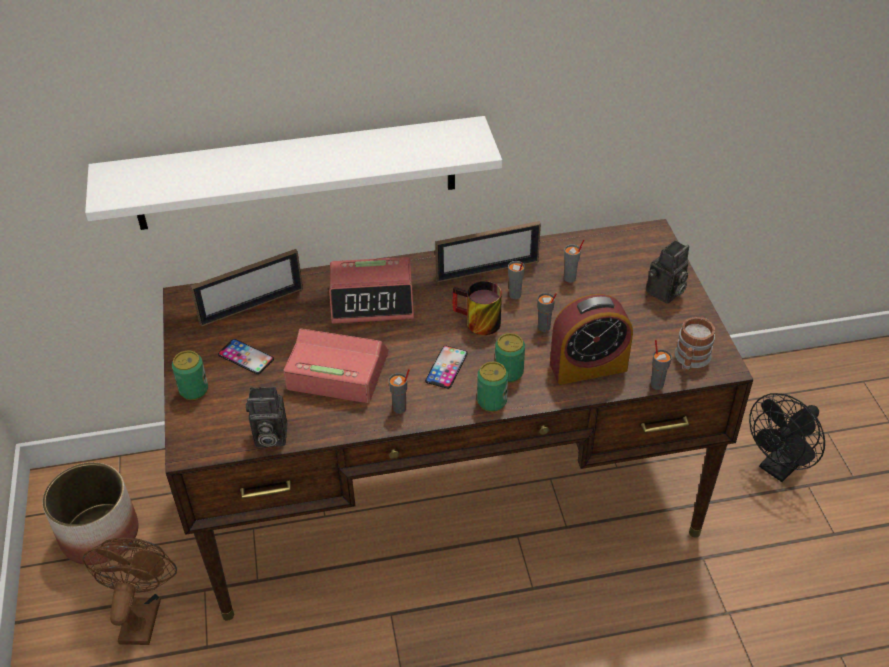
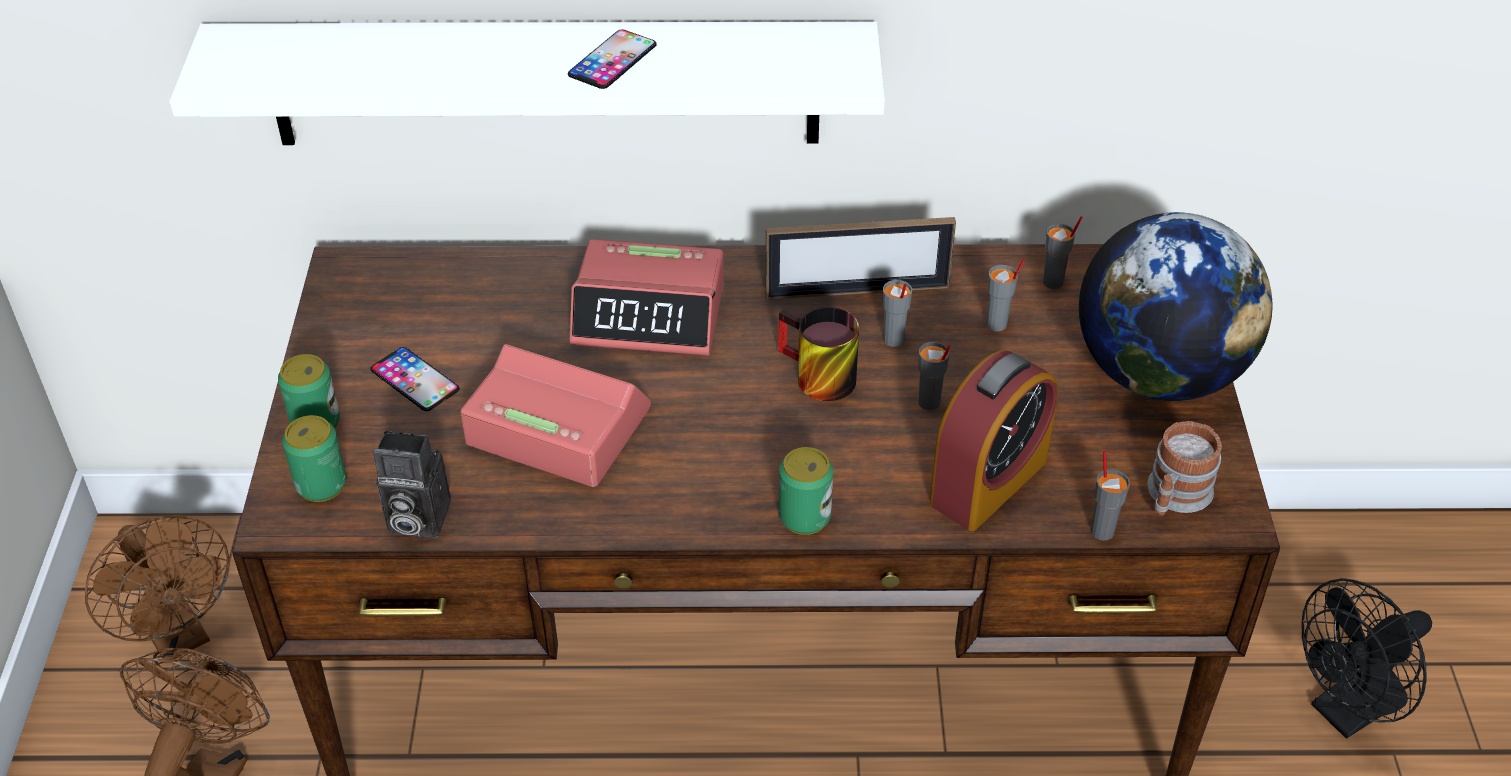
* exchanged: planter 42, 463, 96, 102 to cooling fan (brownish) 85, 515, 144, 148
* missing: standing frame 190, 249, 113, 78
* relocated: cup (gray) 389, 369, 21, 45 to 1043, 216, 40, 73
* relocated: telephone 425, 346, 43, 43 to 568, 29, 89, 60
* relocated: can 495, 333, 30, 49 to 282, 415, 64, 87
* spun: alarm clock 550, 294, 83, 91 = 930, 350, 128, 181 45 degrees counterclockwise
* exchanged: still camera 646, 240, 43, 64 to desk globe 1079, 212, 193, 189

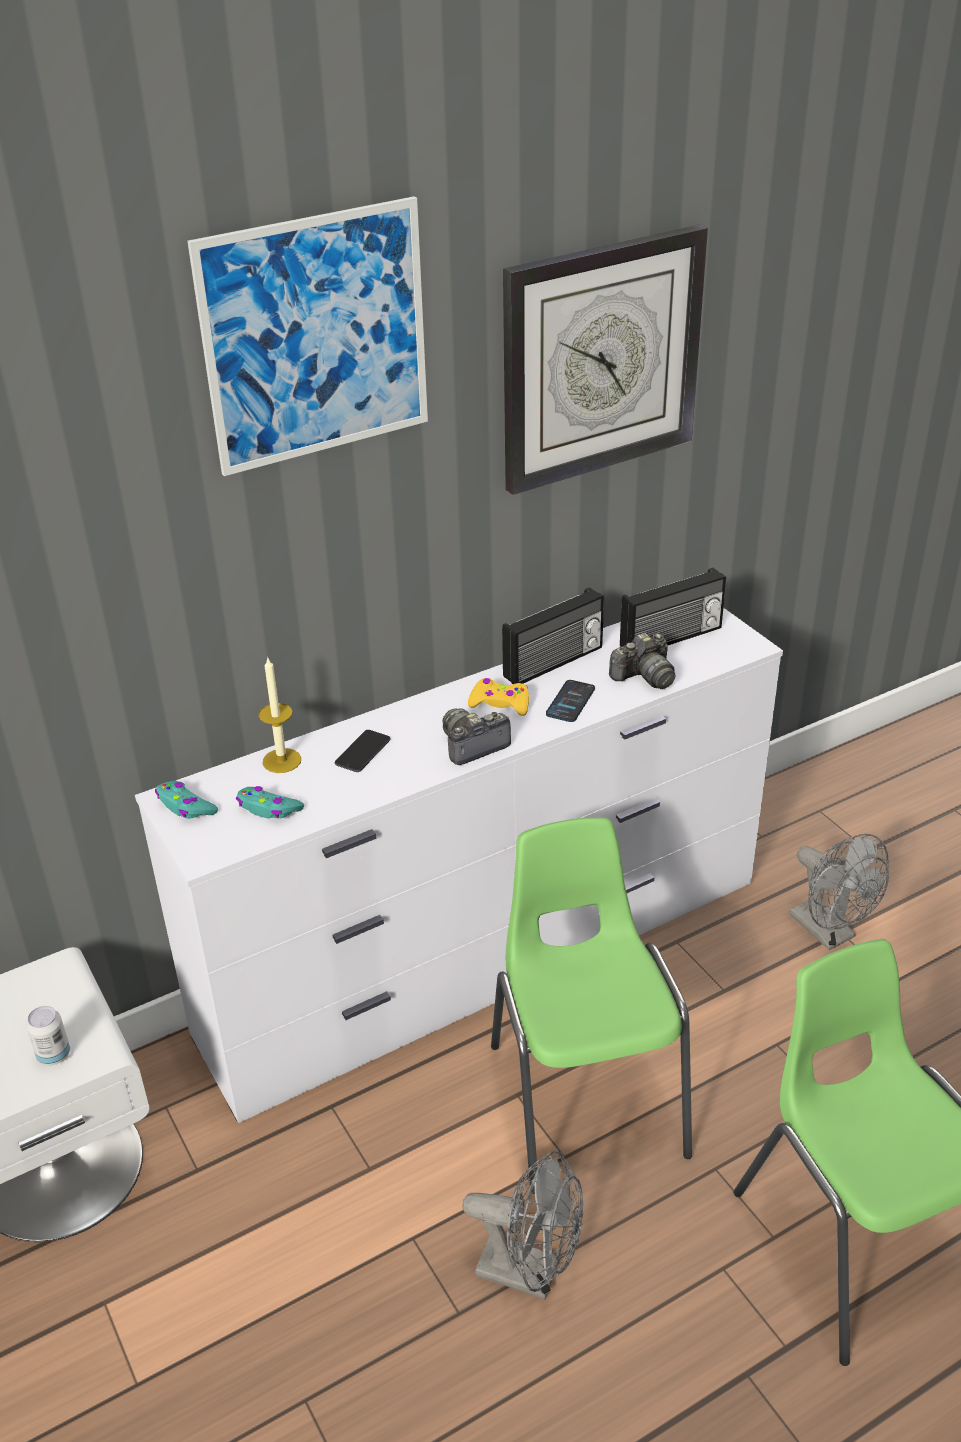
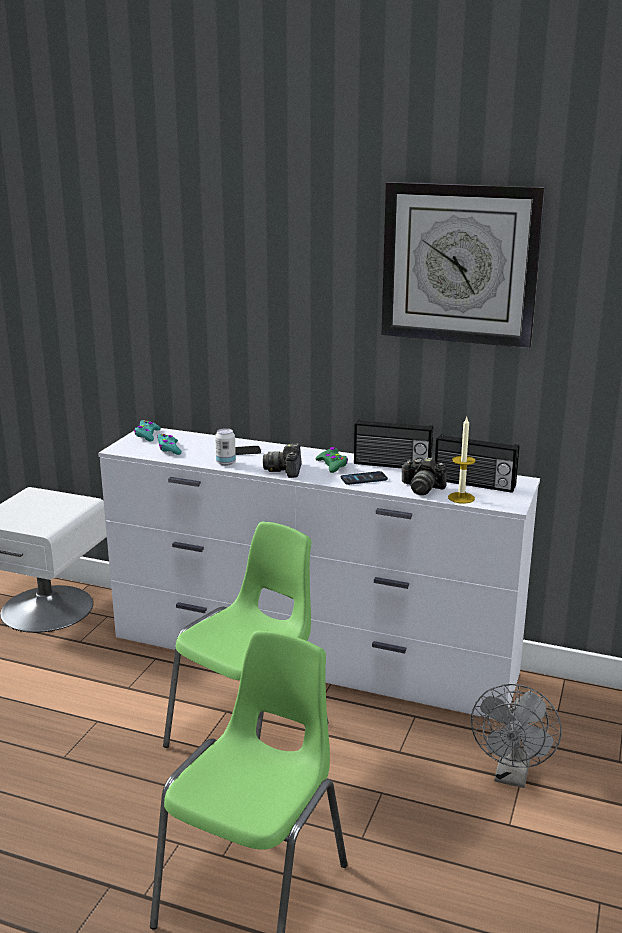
* relocated: can 26, 1006, 44, 59 to 215, 428, 21, 38
* missing: wall art 187, 196, 241, 280
* relocated: candle 259, 658, 42, 115 to 448, 417, 28, 87
* spun: still camera 443, 708, 68, 57 = 263, 443, 39, 35 105 degrees counterclockwise
* missing: cooling fan (gray) 463, 1150, 120, 149
* colour: joypad (yellow) 468, 678, 61, 38 to joypad (green-coloured) 316, 447, 32, 26

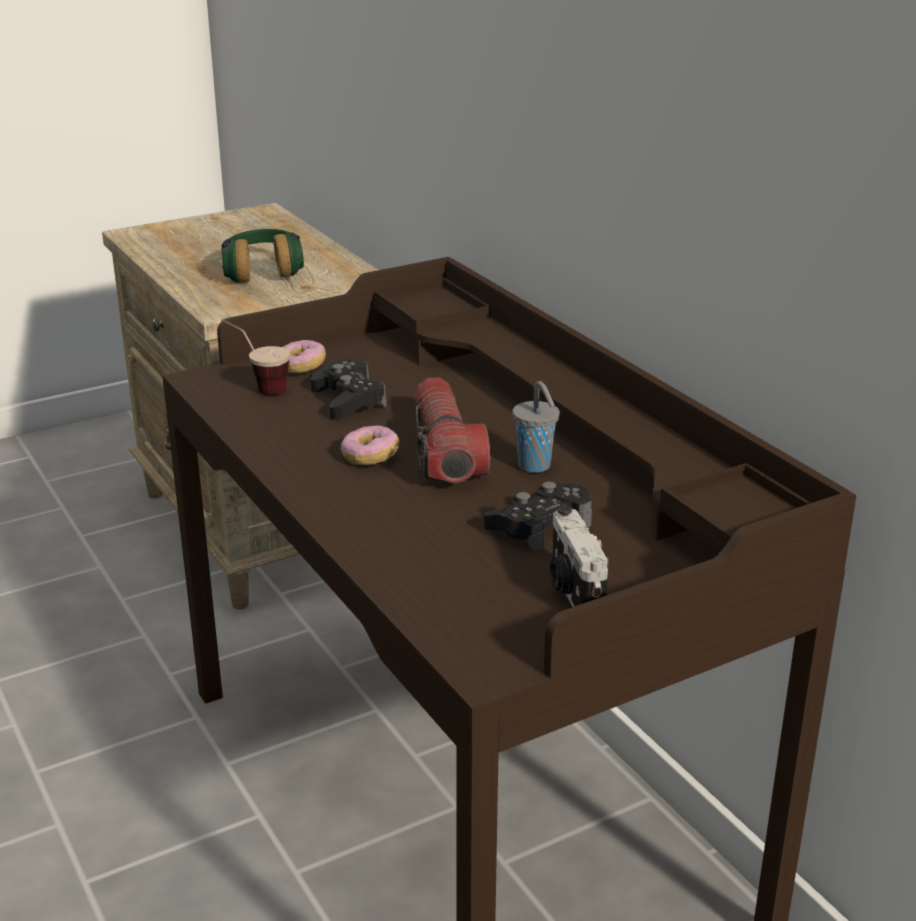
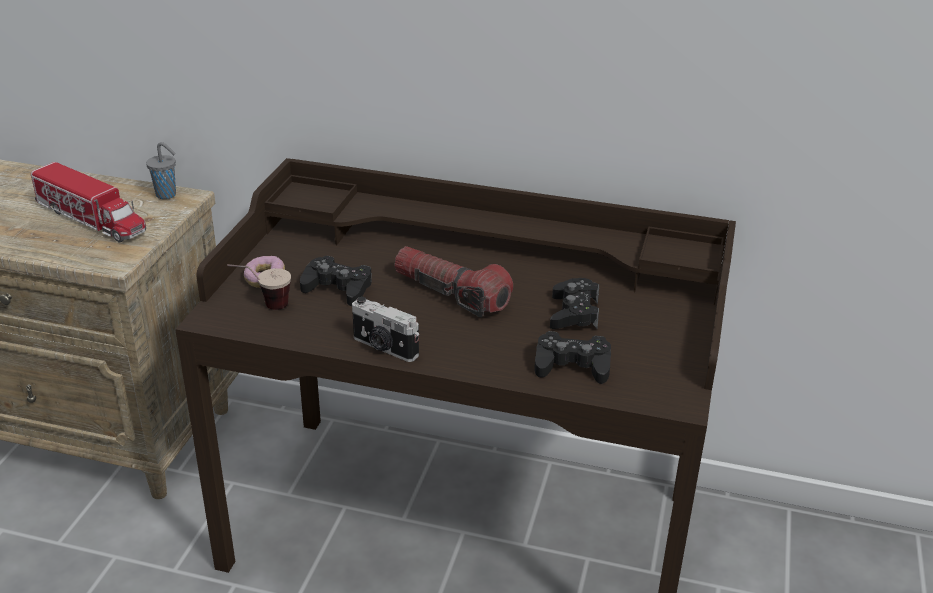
* exchanged: headphones 222, 229, 82, 54 to toy lorry 31, 162, 115, 80
* missing: ring doughnut 341, 426, 58, 39
* relocated: cup (gray) 512, 381, 47, 92 to 146, 142, 30, 57
* relocated: still camera 550, 506, 59, 101 to 352, 297, 67, 65
* appeared: joypad (blackish) 534, 331, 77, 53

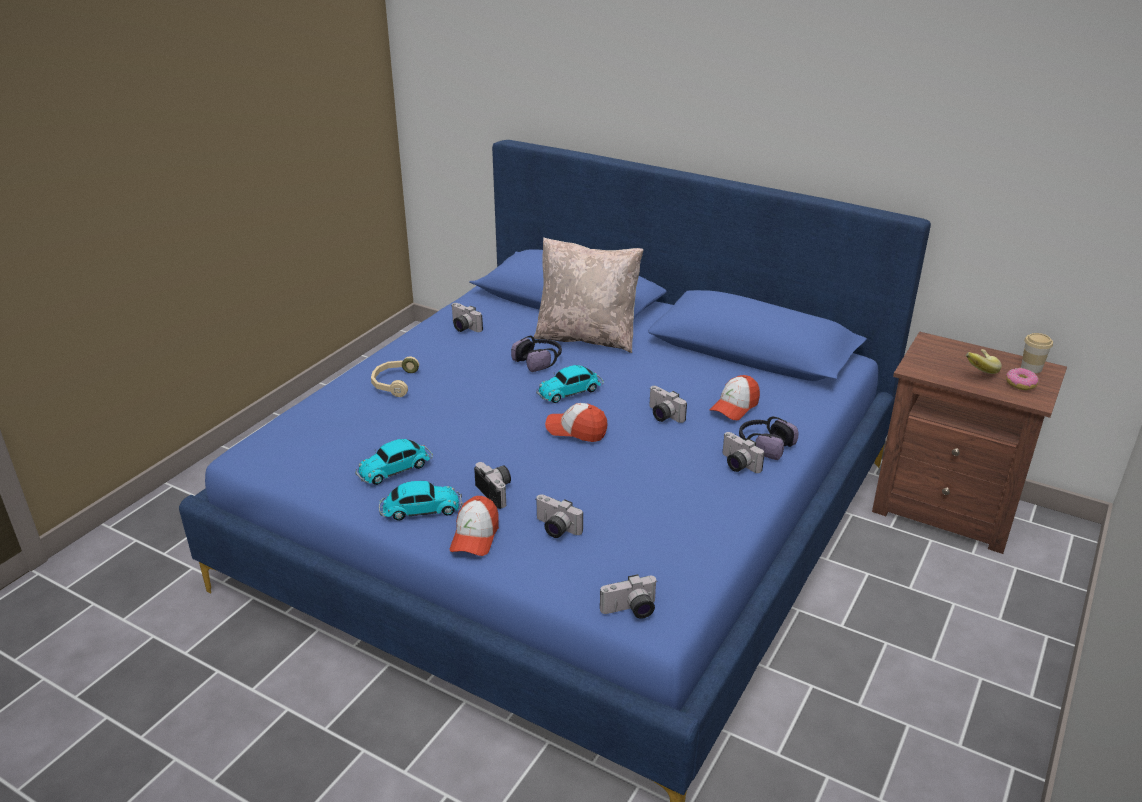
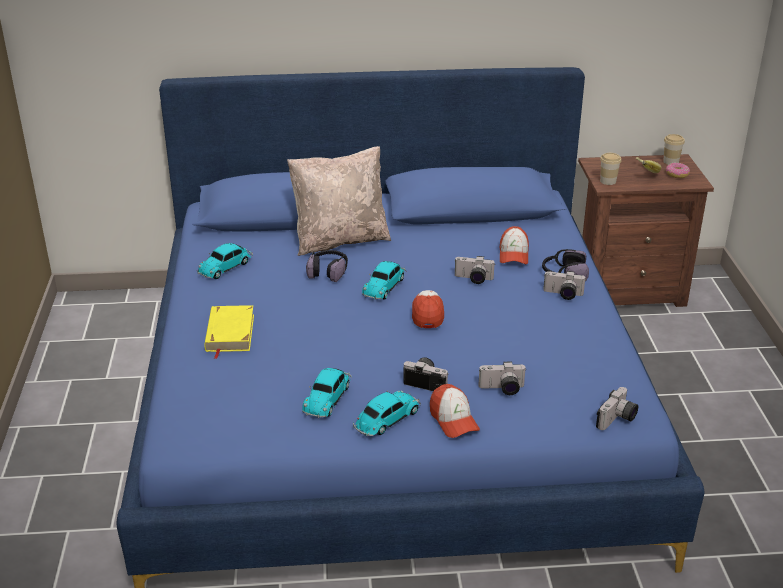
* exchanged: headphones (beige) 371, 357, 48, 40 to bound book (yellow) 204, 305, 50, 54
* exchanged: still camera 452, 303, 31, 29 to miniature car 197, 243, 56, 36
* spun: cap 545, 403, 63, 39 = 412, 290, 32, 38 105 degrees clockwise
* appeared: cup 600, 153, 22, 32

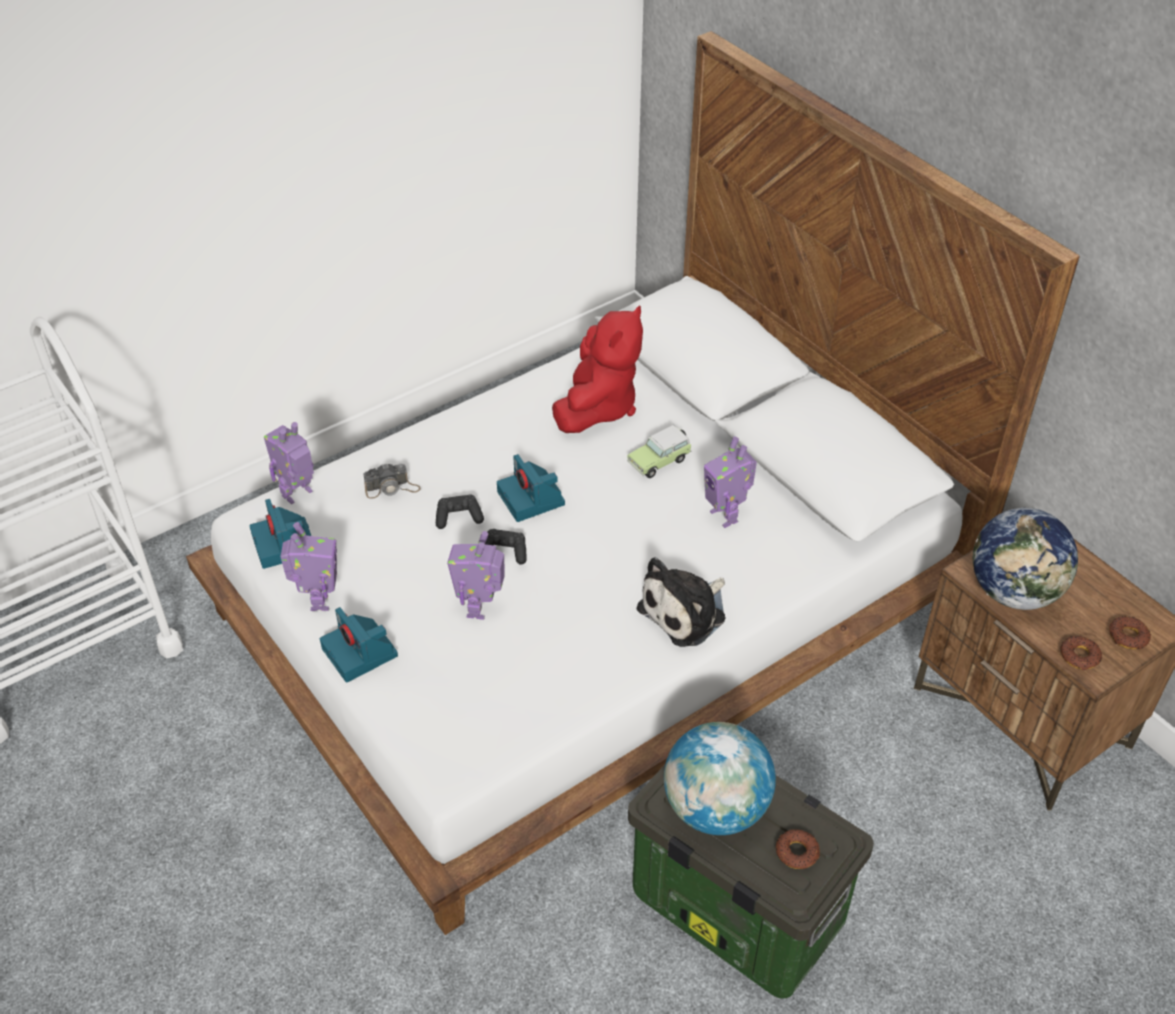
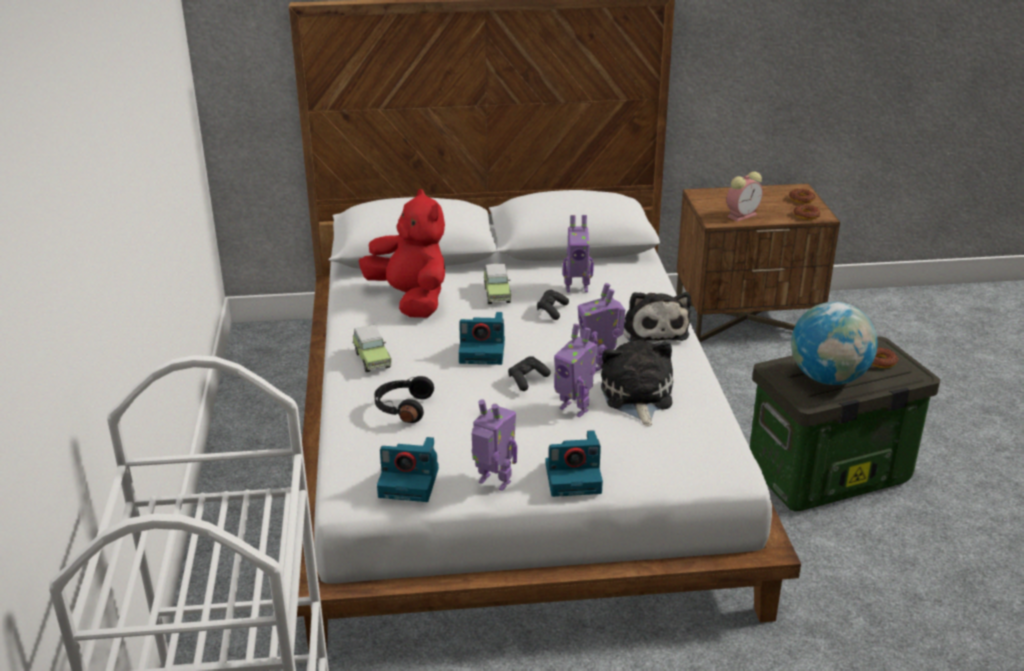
* relocated: robot figure 264, 422, 50, 82 to 578, 283, 47, 88
* exchanged: still camera 363, 463, 57, 36 to headphones (blackish) 374, 376, 60, 47
* relocated: joypad (blackish) 436, 494, 48, 35 to 537, 290, 32, 30
* exchanged: desk globe 973, 508, 105, 102 to alarm clock 727, 172, 36, 50
* appeared: miniature car 353, 325, 38, 47
* appeared: soft toy 601, 340, 72, 86

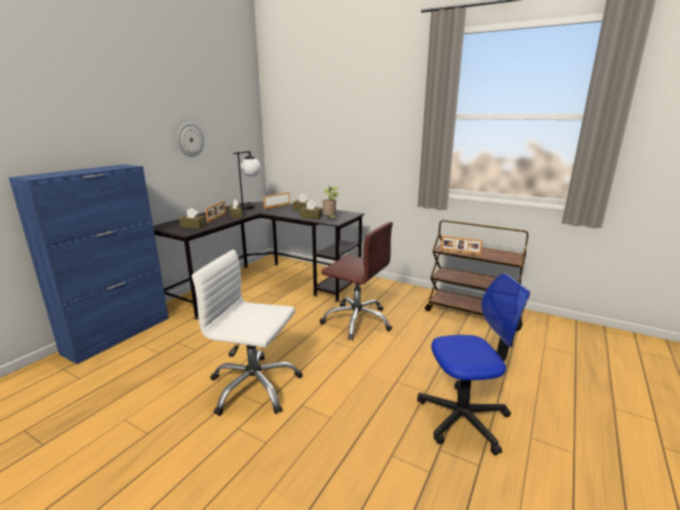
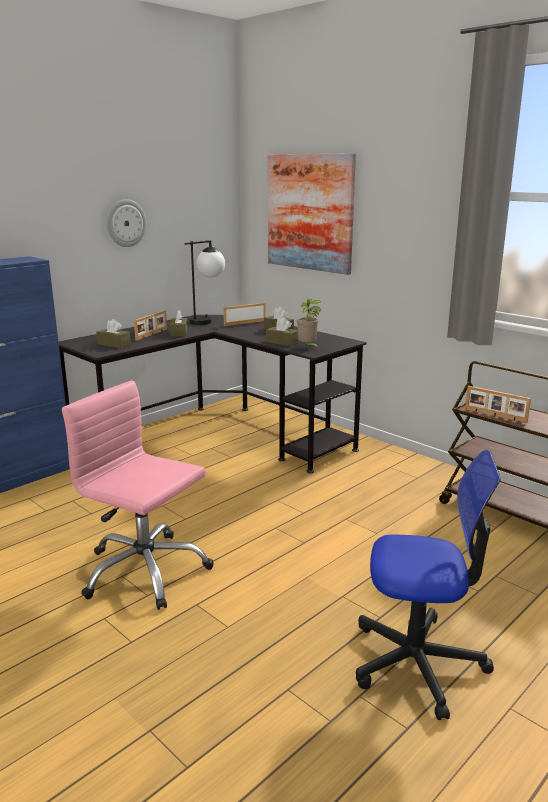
* colour: desk chair (white-coloured) 192, 250, 111, 166 to desk chair (pink-coloured) 62, 380, 151, 230
* missing: desk chair (brownish) 320, 222, 73, 119
* appeared: wall art 268, 153, 88, 122

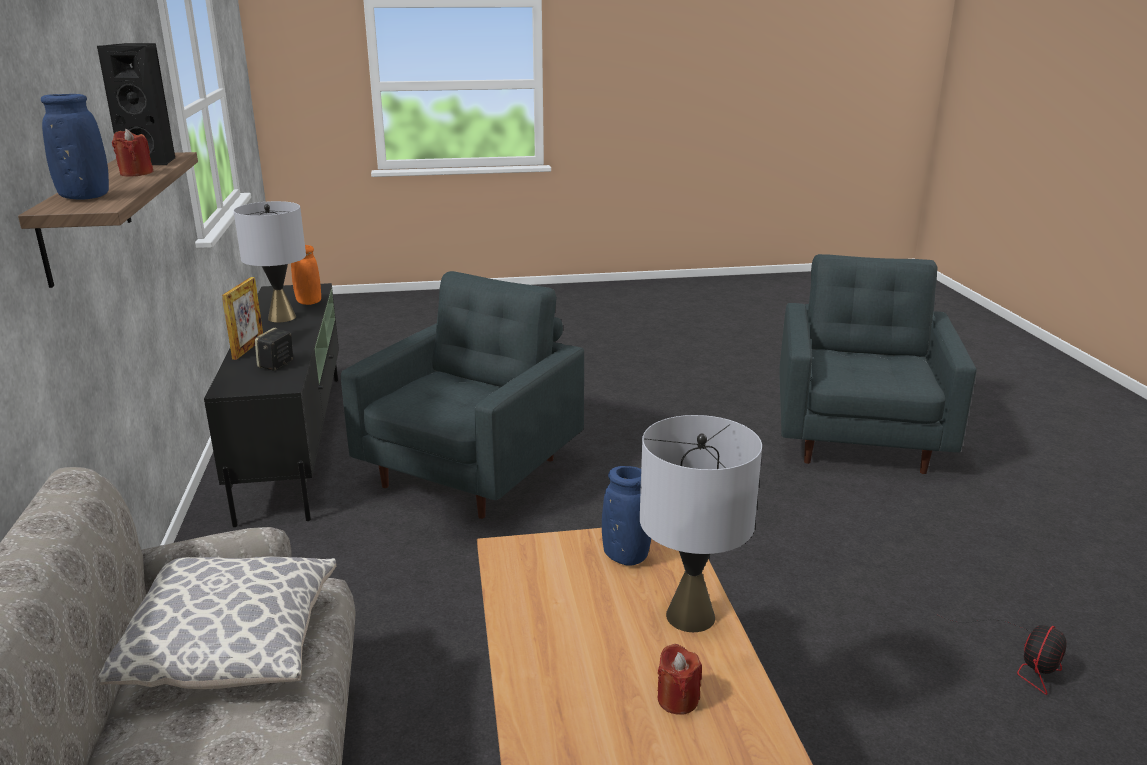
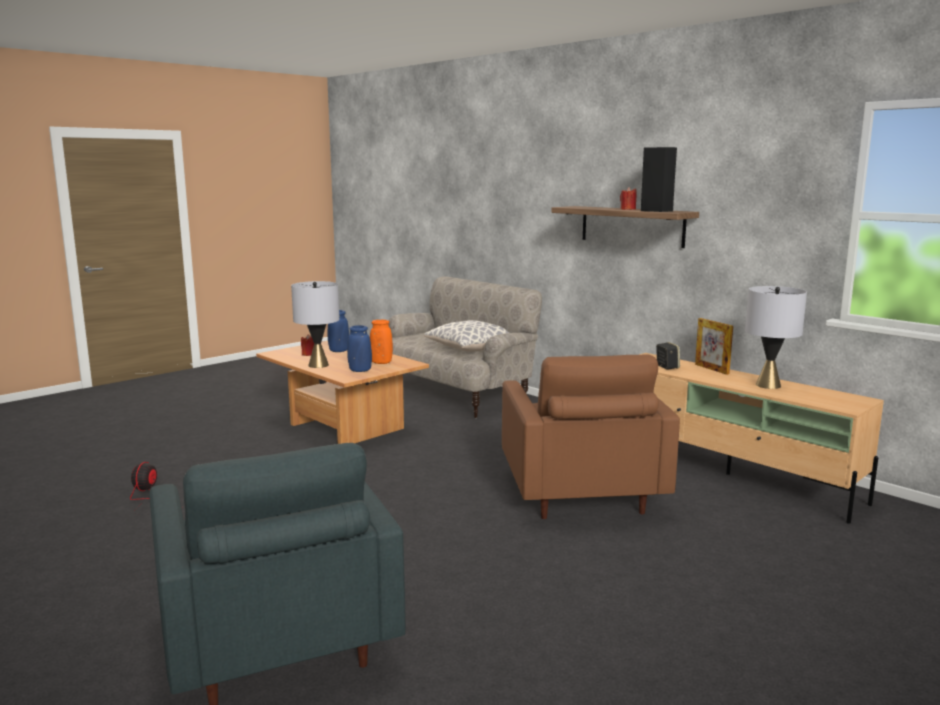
* relocated: decorative vase (bluish) 41, 94, 68, 105 to 328, 310, 21, 42
* colour: tv stand (blackish) 204, 283, 135, 244 to tv stand (beige) 639, 353, 245, 171
* relocated: decorative vase (orange) 291, 245, 30, 60 to 370, 320, 23, 44
* colour: easy chair (gray) 341, 271, 243, 248 to easy chair (brownish) 502, 354, 178, 165

